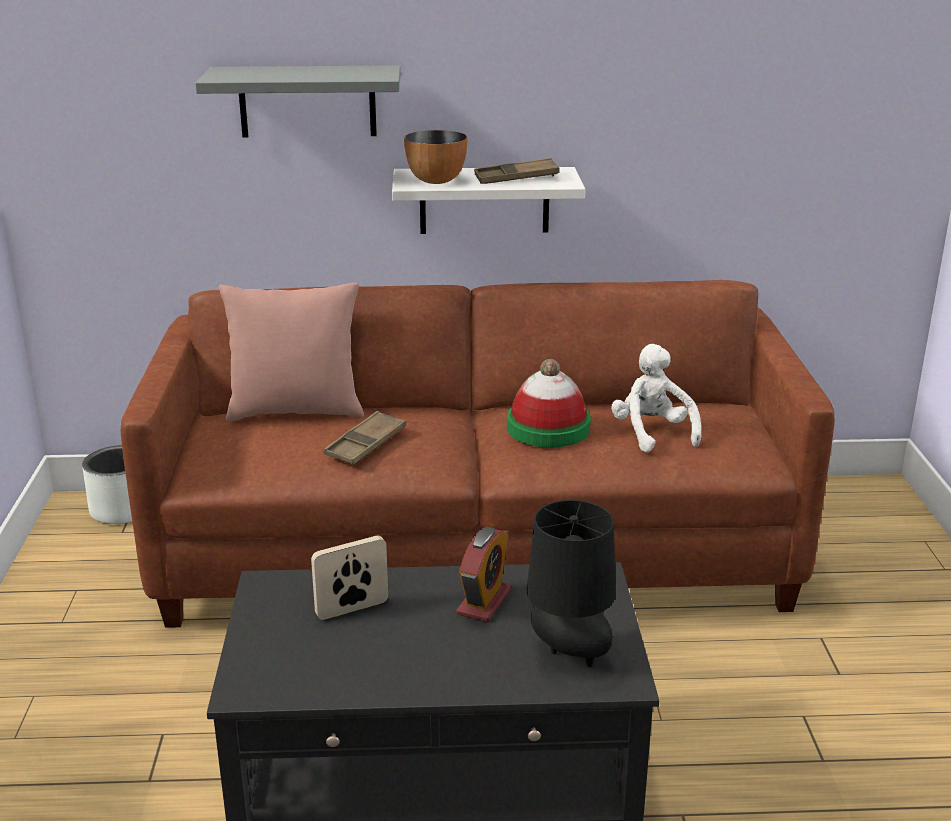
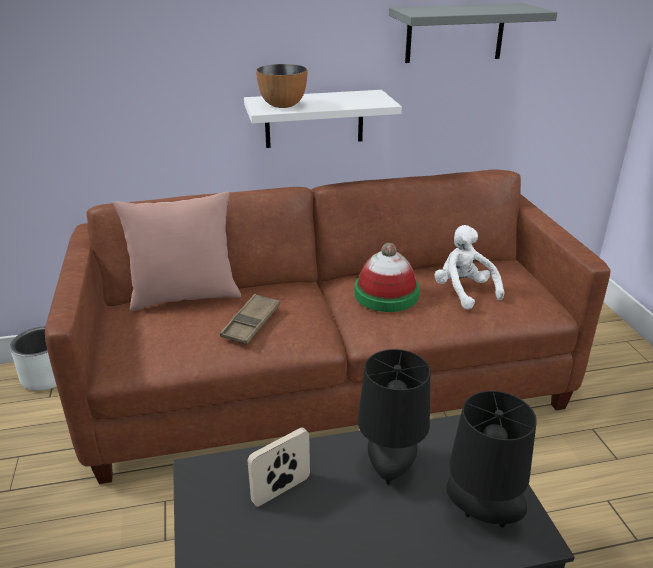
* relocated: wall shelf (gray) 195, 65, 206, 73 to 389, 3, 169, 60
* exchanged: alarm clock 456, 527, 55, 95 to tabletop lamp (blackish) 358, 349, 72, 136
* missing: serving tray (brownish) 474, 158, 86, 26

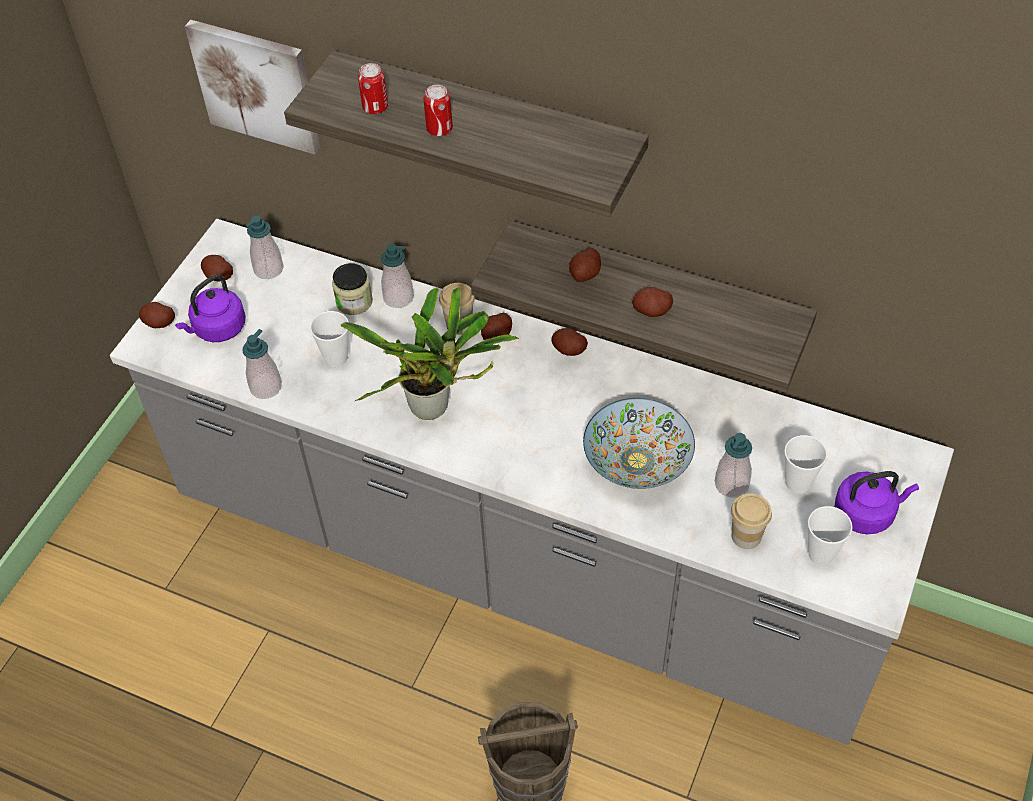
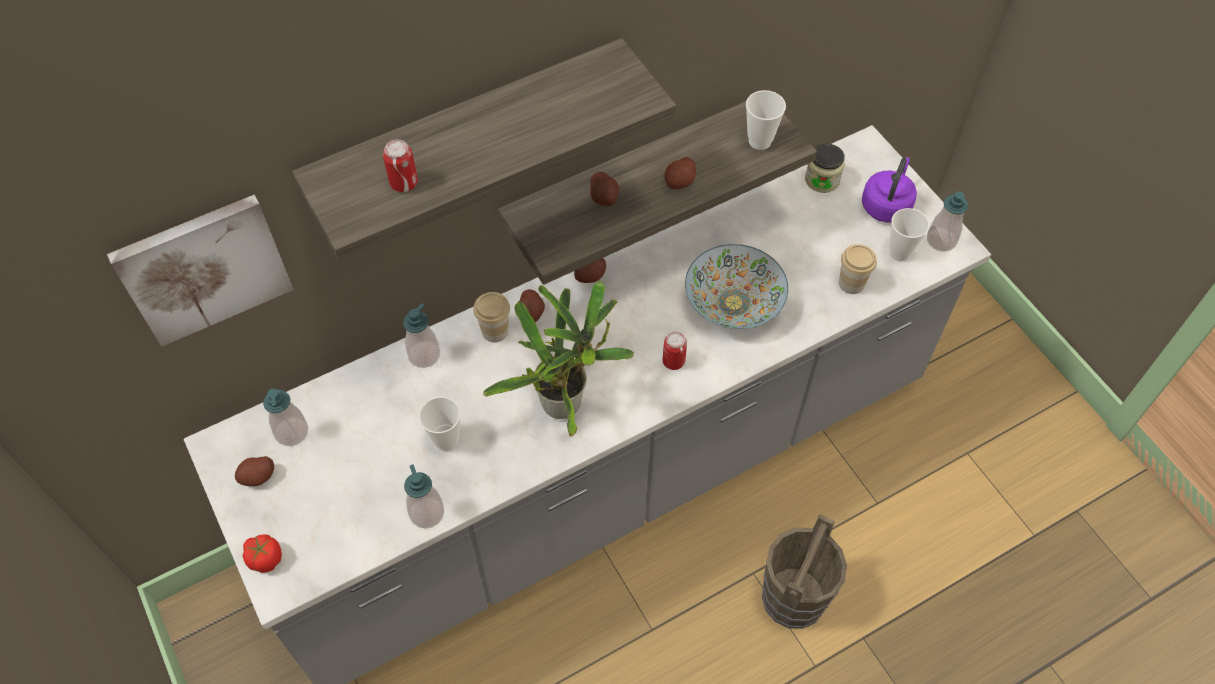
* exchanged: spud 139, 302, 36, 26 to fresh tomato 243, 534, 39, 39
* missing: tea kettle (purplish) 175, 274, 71, 68
* relocated: jar 332, 263, 41, 52 to 805, 144, 40, 49
* relocated: can 423, 85, 30, 51 to 662, 332, 25, 38
* relocated: liquid soap bottle 715, 433, 37, 65 to 927, 191, 41, 61
* relocated: cup 784, 435, 43, 59 to 746, 90, 40, 60

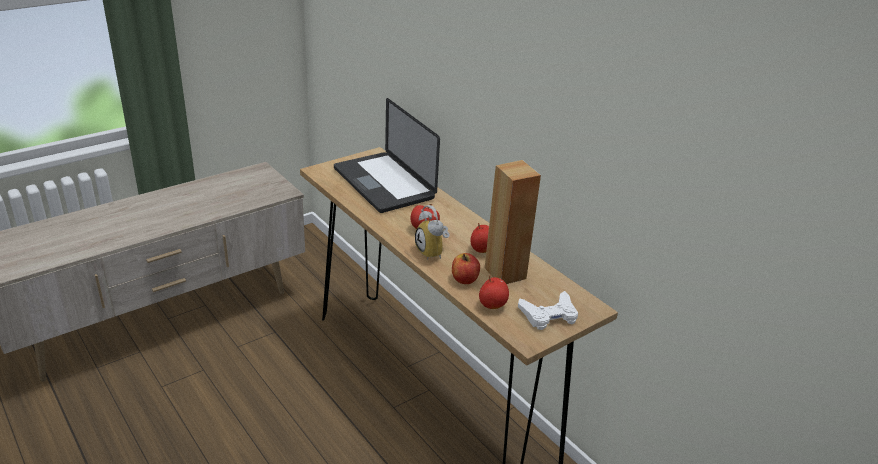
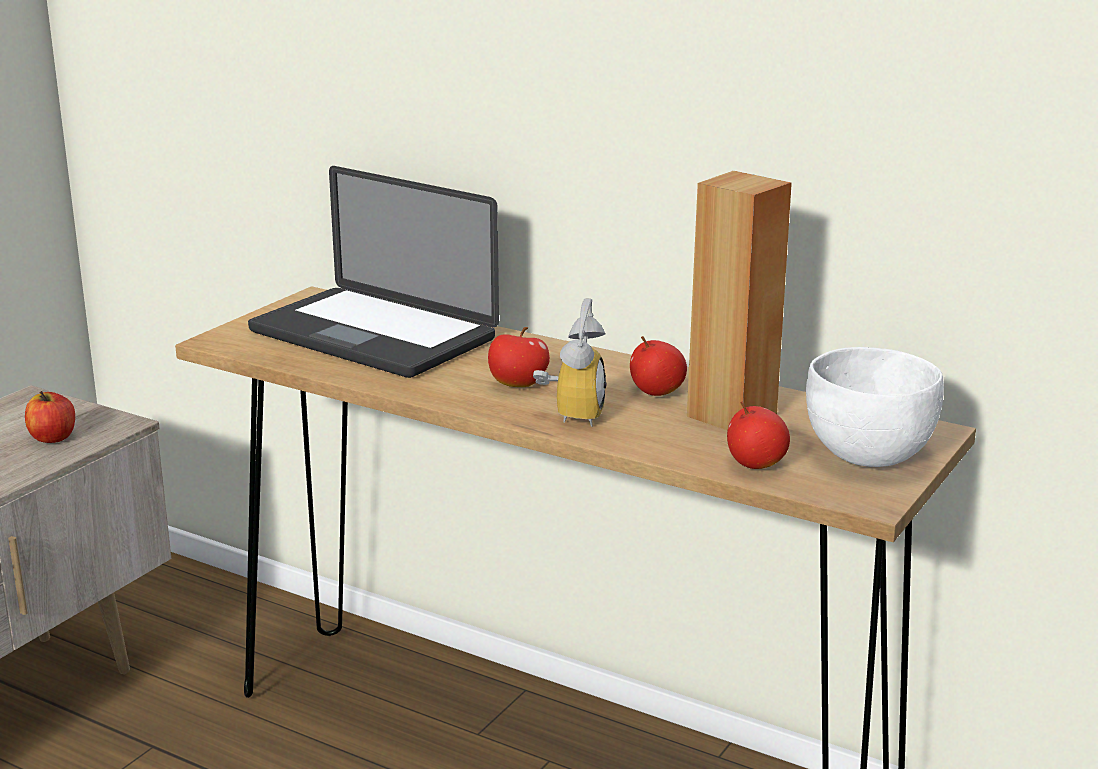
* spun: alarm clock 415, 205, 35, 55 = 533, 298, 74, 129 120 degrees counterclockwise
* relocated: apple 452, 253, 28, 31 to 25, 391, 50, 52
* exchanged: joypad (white-coloured) 518, 291, 60, 39 to deep dish (white-coloured) 806, 347, 138, 120

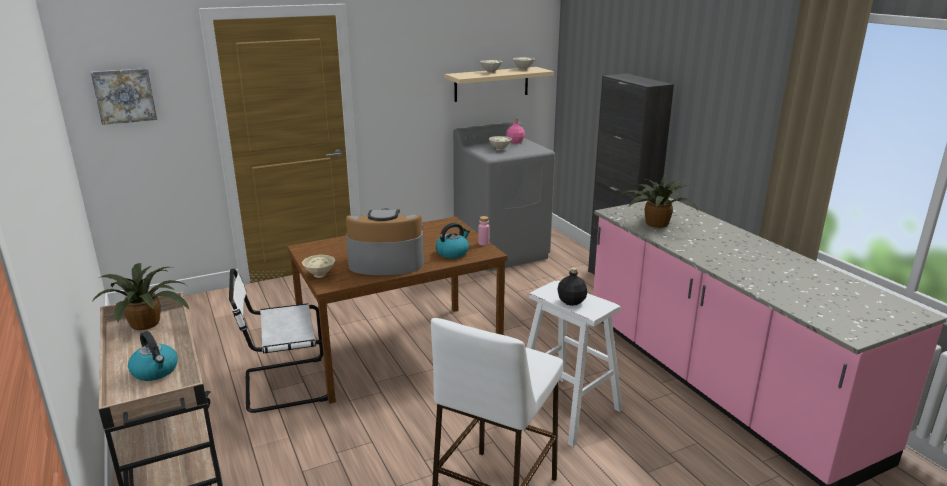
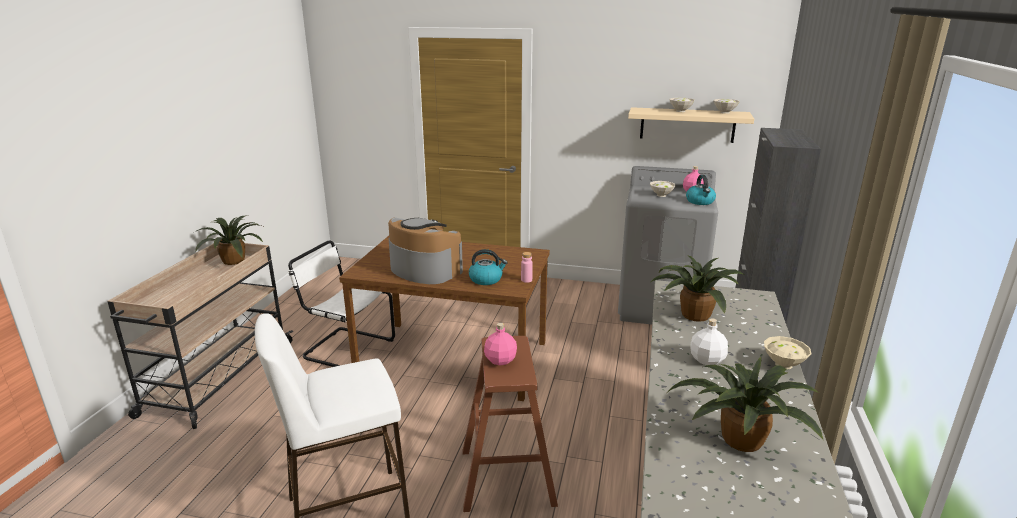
* missing: wall art 91, 68, 66, 57
* relocated: tea kettle 128, 331, 50, 50 to 686, 175, 30, 30
* relocated: deep dish (beige) 302, 255, 34, 23 to 764, 336, 48, 34
* colour: sitting stool (white-coloured) 526, 281, 97, 166 to sitting stool (brownish) 463, 336, 95, 176
* colour: bottle (blackish) 558, 267, 29, 39 to bottle (pink-coloured) 484, 323, 33, 43
* appeared: plant in a pot 668, 357, 155, 95
* appeared: bottle (white-coloured) 690, 318, 38, 47

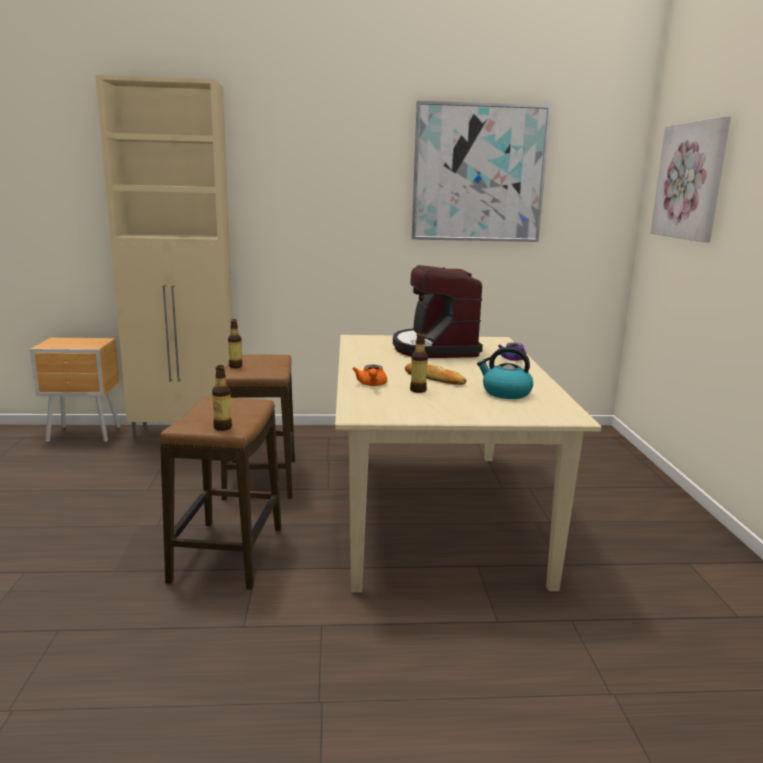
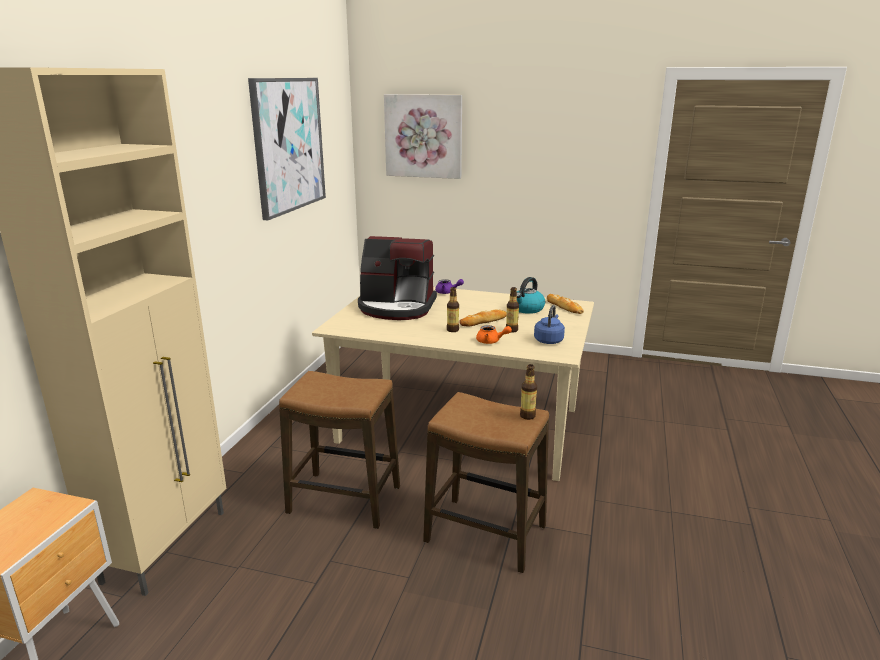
* relocated: bottle 228, 319, 15, 49 to 447, 287, 12, 45
* appeared: tea kettle (bluish) 534, 305, 31, 39
* appeared: bread 547, 294, 37, 20

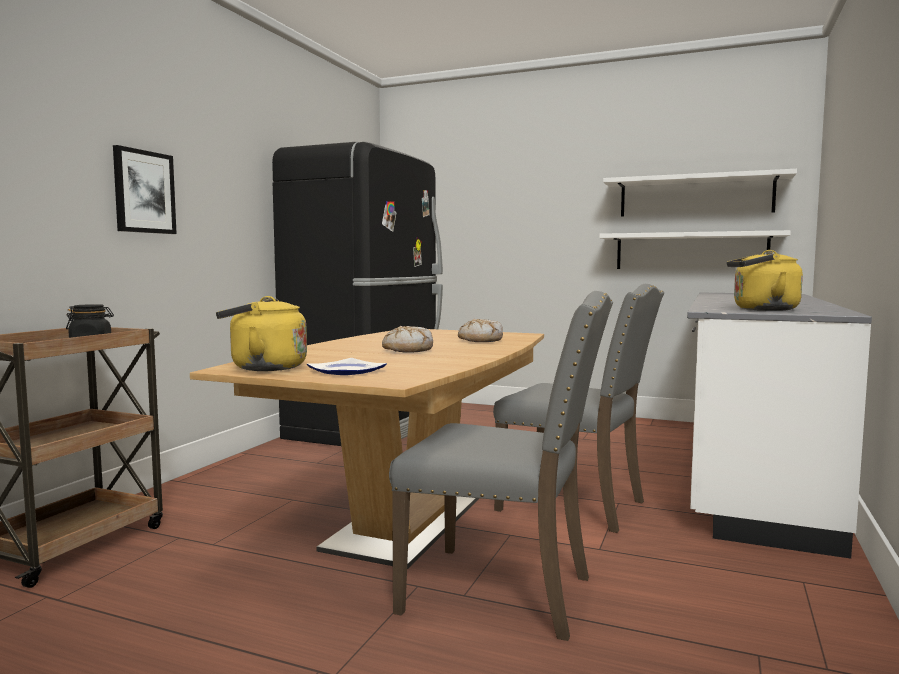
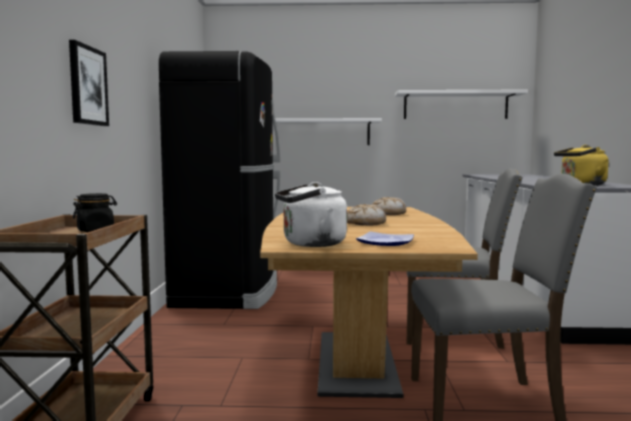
* colour: tea kettle (yellow) 216, 296, 91, 75 to tea kettle (white-coloured) 275, 182, 72, 65
* relocated: wall shelf (white-coloured) 599, 230, 192, 39 to 272, 118, 110, 27

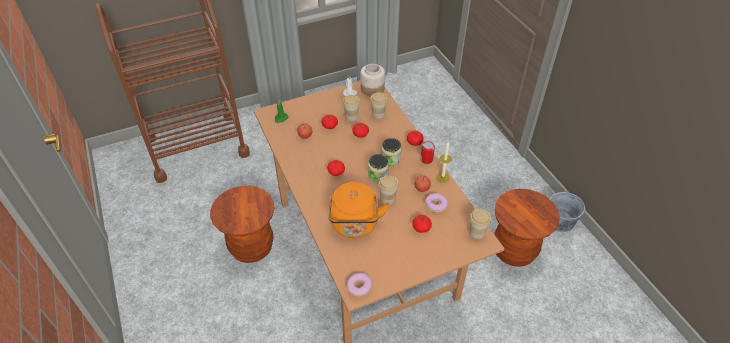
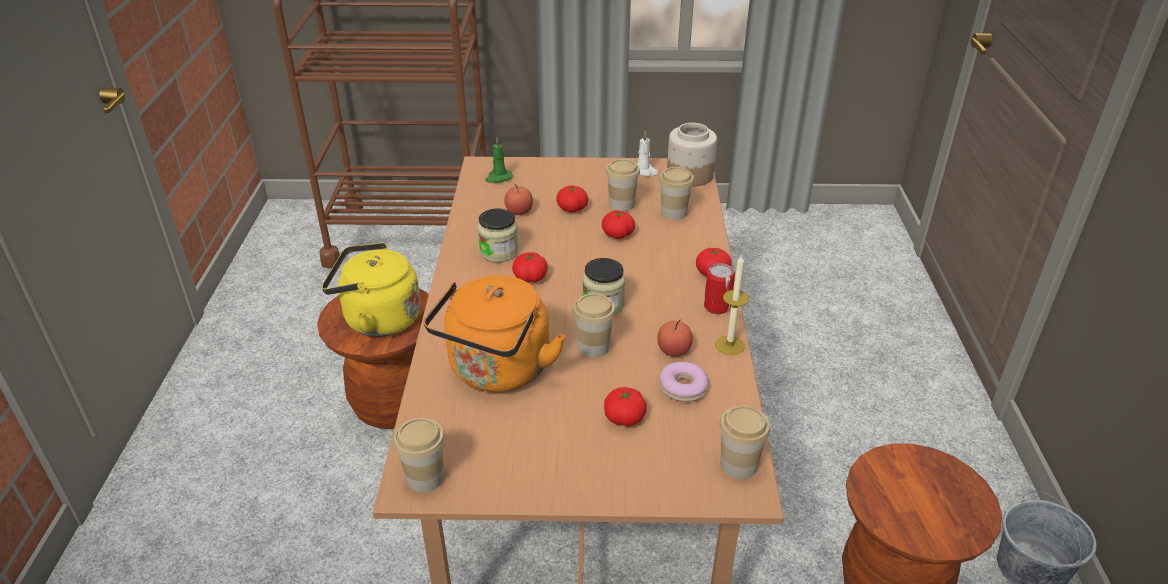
* exchanged: ring doughnut 347, 273, 25, 23 to cup 393, 418, 52, 74
* relocated: jar 381, 138, 20, 28 to 477, 208, 42, 55
* appeared: tea kettle (yellow) 322, 243, 99, 94

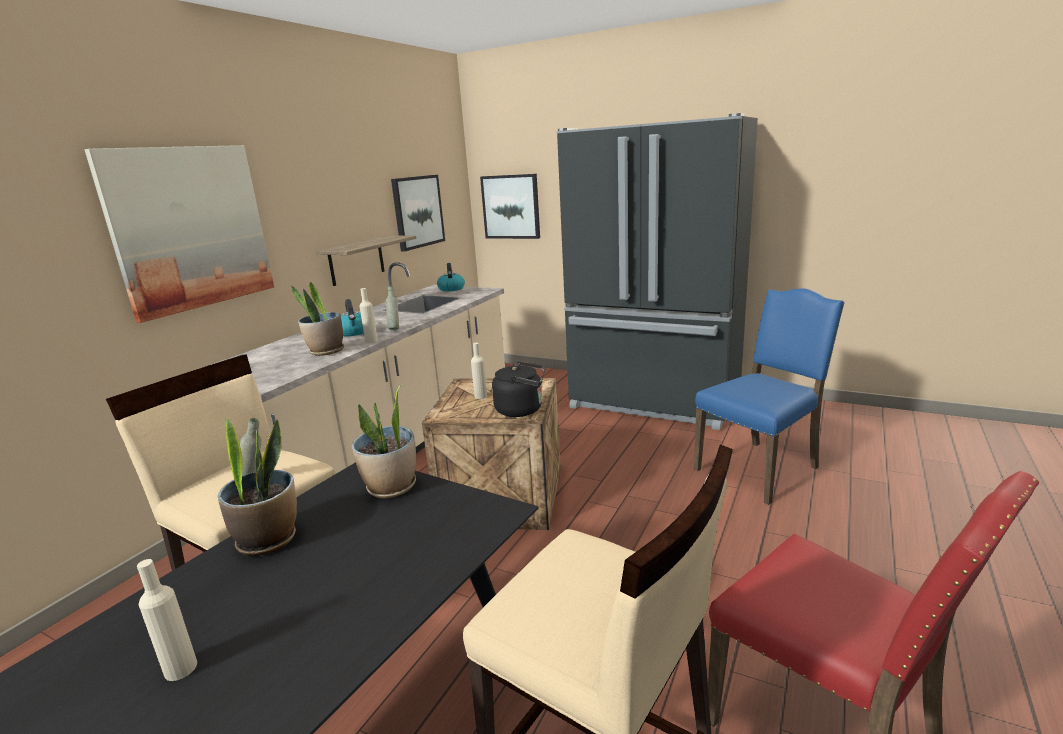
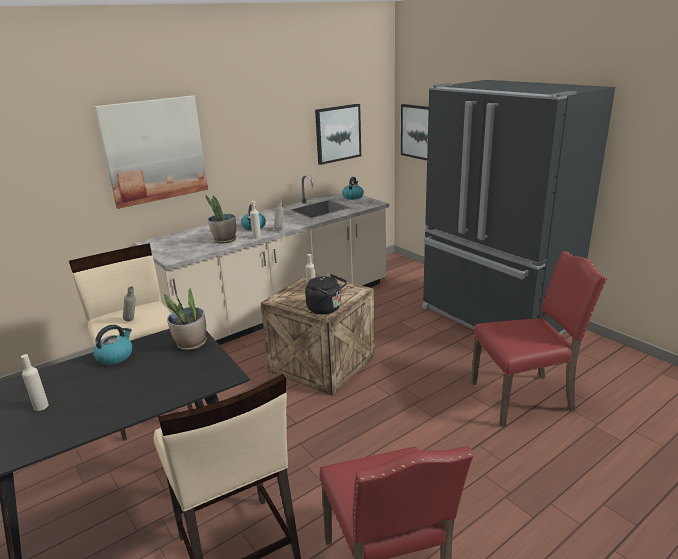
* exchanged: plant in a pot 218, 417, 79, 139 to tea kettle 93, 325, 39, 40
* missing: wall shelf 316, 235, 100, 51
* colour: chair (bluish) 694, 288, 150, 217 to chair (red-coloured) 471, 251, 136, 176

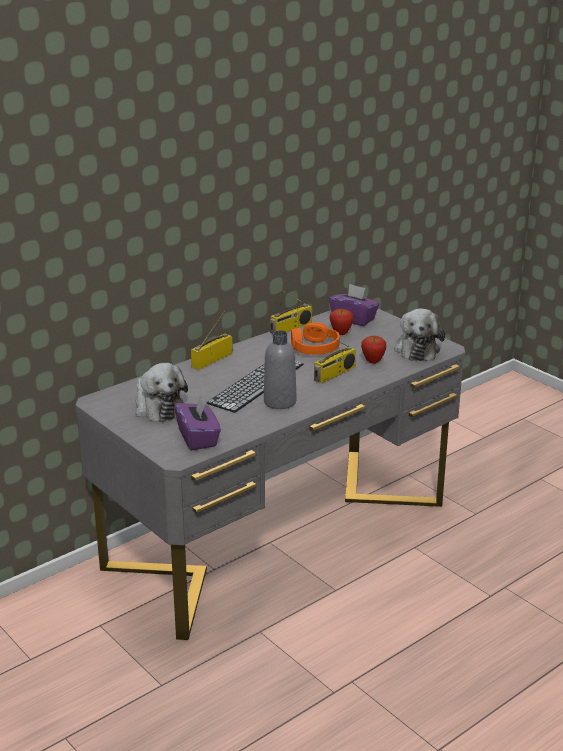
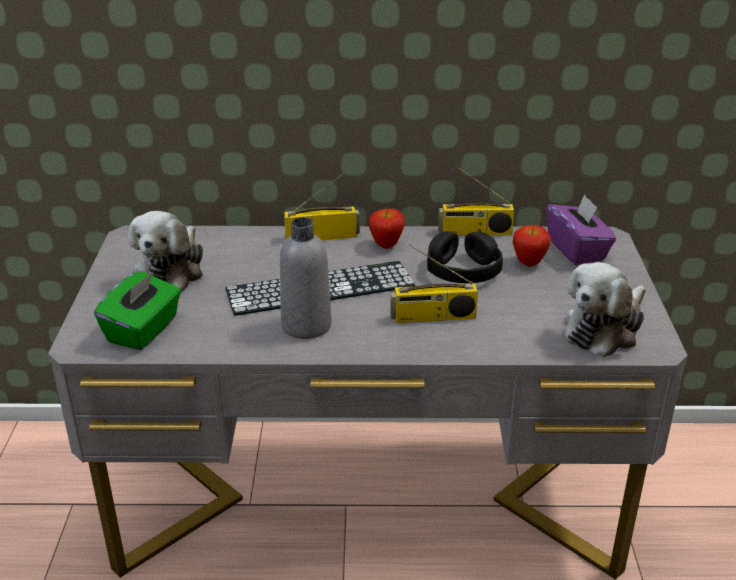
* colour: box of tissues (purplish) 175, 395, 46, 56 to box of tissues (green-coloured) 94, 271, 87, 79
* colour: headphones (orange) 291, 322, 49, 33 to headphones (blackish) 427, 231, 76, 52
* relocated: apple 361, 336, 25, 28 to 369, 208, 36, 41

